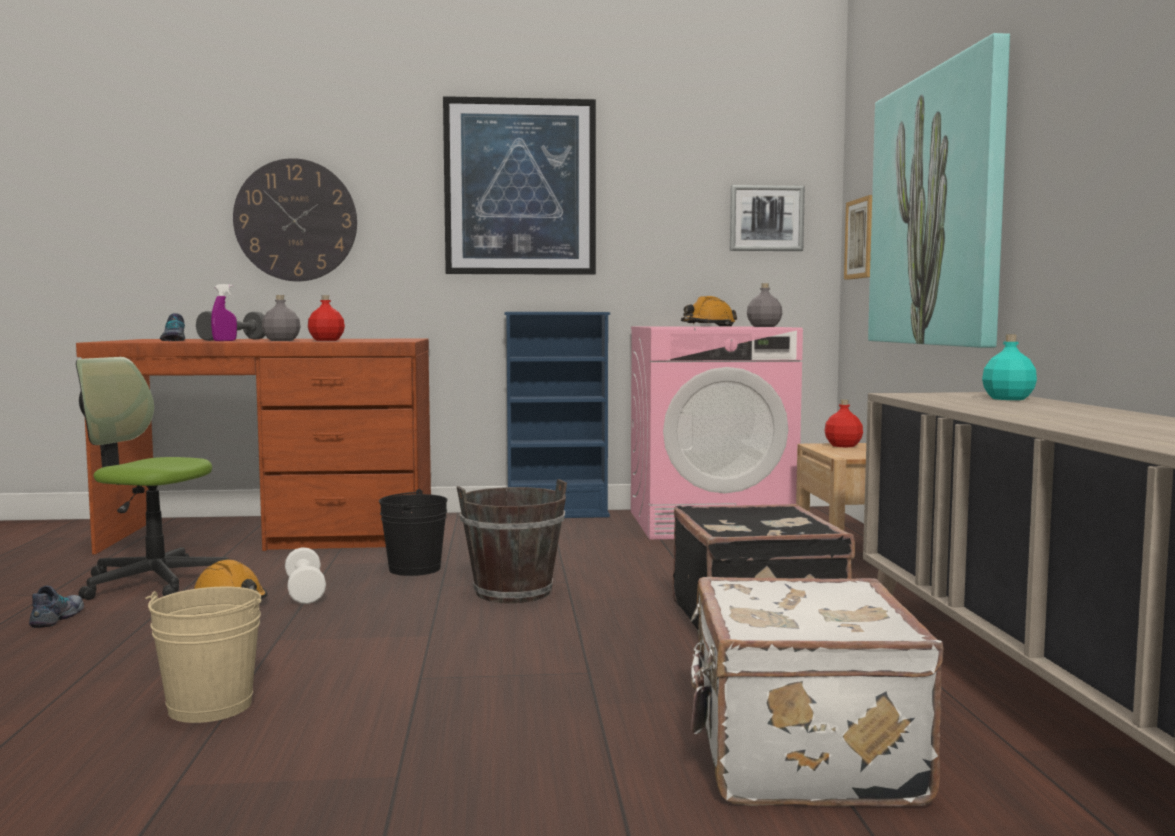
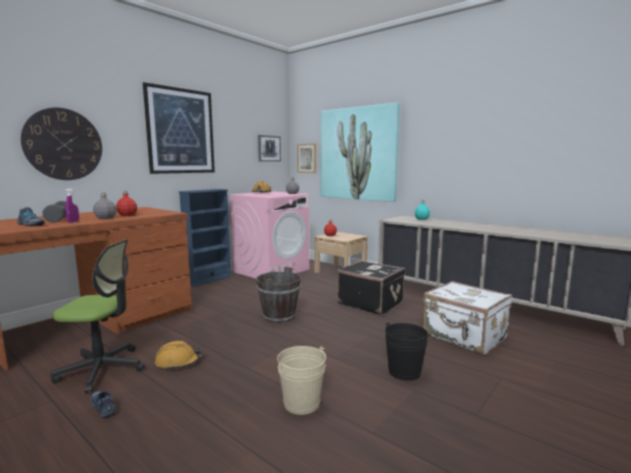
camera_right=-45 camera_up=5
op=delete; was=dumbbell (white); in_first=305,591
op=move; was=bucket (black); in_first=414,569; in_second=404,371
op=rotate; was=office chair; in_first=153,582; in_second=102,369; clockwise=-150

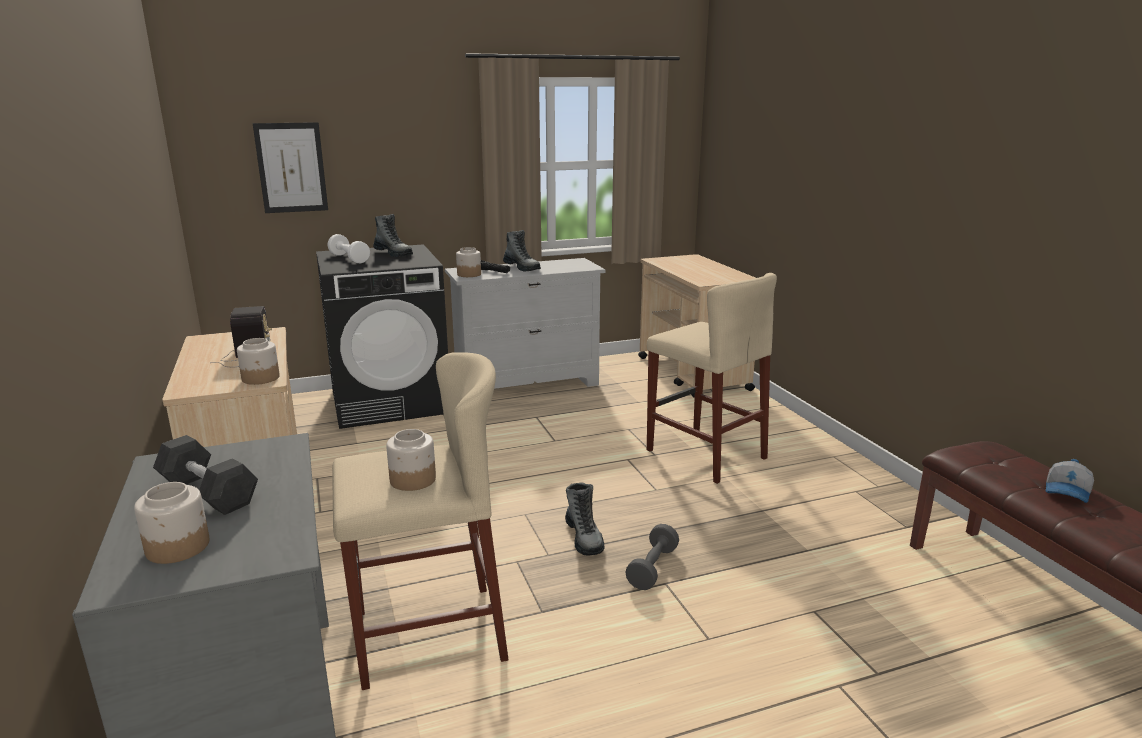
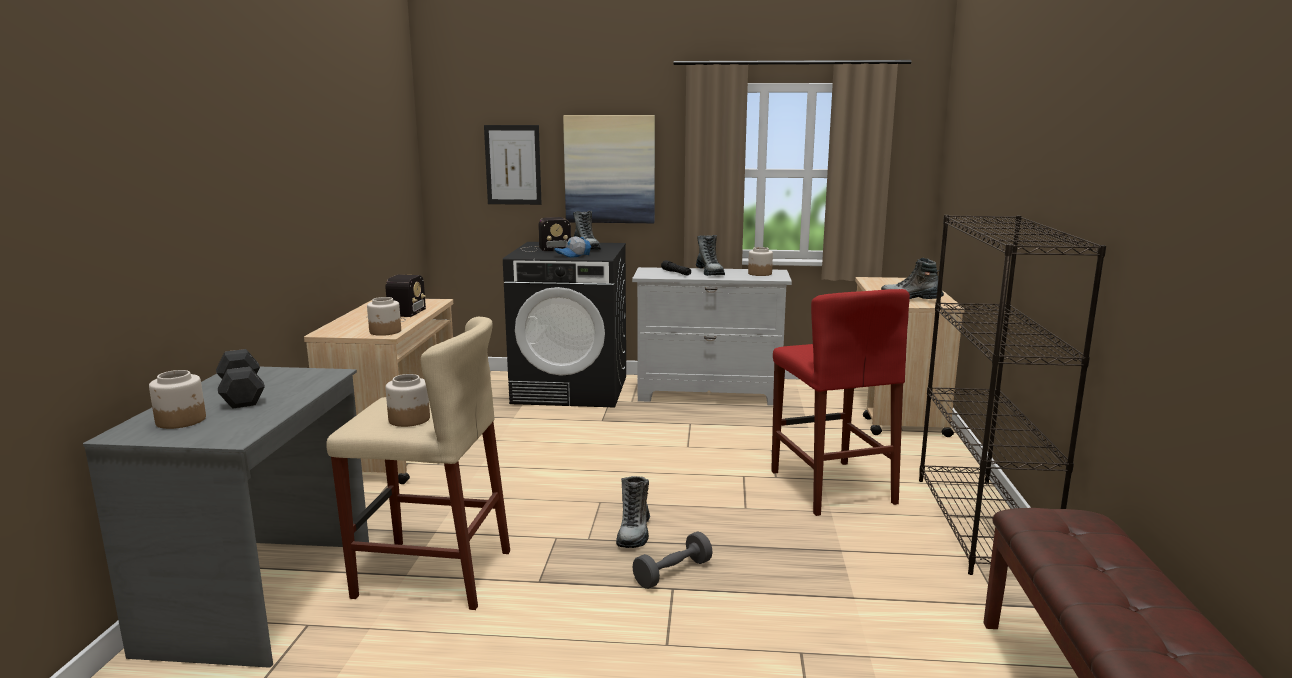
camera_right=25 camera_up=-5
op=insert; now=picture; in_second=610,169
op=insert; now=boot; in_second=910,299
op=insert; now=bookcase (black); in_second=980,524
op=move; was=jar; in_first=469,274; in_second=759,273
op=move; was=cap; in_first=1068,492; in_second=573,255
op=replace; was=dumbbell (white); now=radio; in_first=349,259; in_second=543,249
op=recolor; was=stool (beige); now=stool (red); in_first=705,454; in_second=831,487

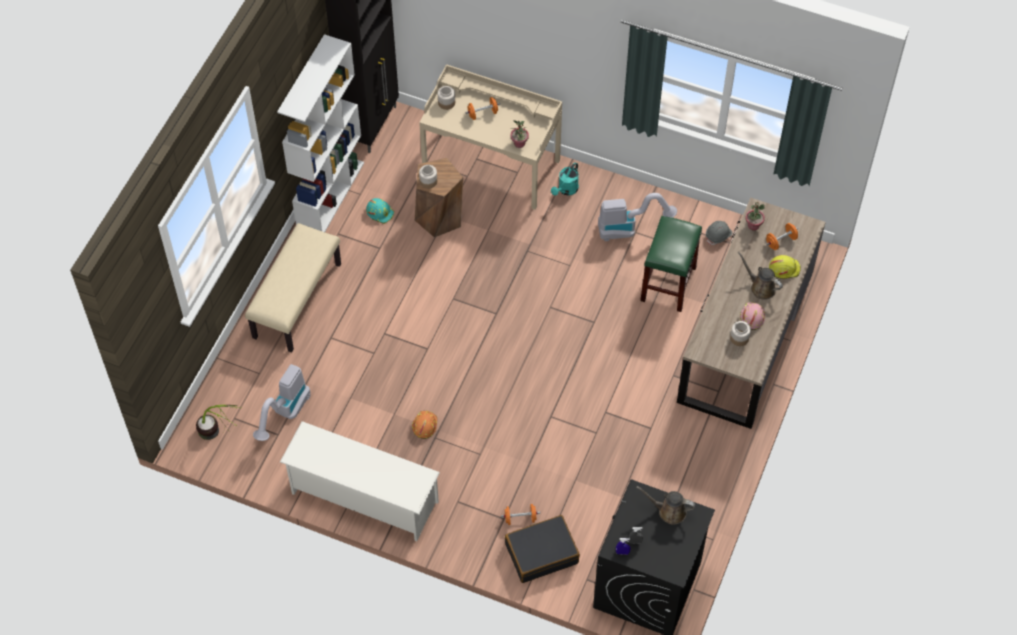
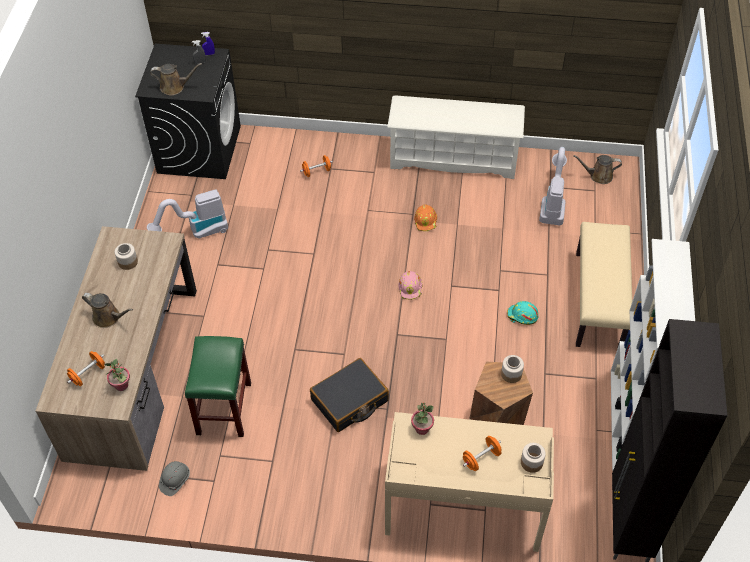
camera_right=165 camera_up=-5
op=delete; was=watering can (turquoise); in_first=566,190
op=delete; was=hard hat (yellow); in_first=784,268
op=move; was=hard hat (turquoise); in_first=380,212; in_second=522,316
op=move; was=suitcase (black); in_first=541,553; in_second=349,401
op=move; was=vacuum cleaner; in_first=629,229; in_second=196,232
op=move; was=hard hat (pink); in_first=752,317; in_second=410,288
op=replace; was=potted plant; now=watering can (brown); in_first=220,435; in_second=598,176

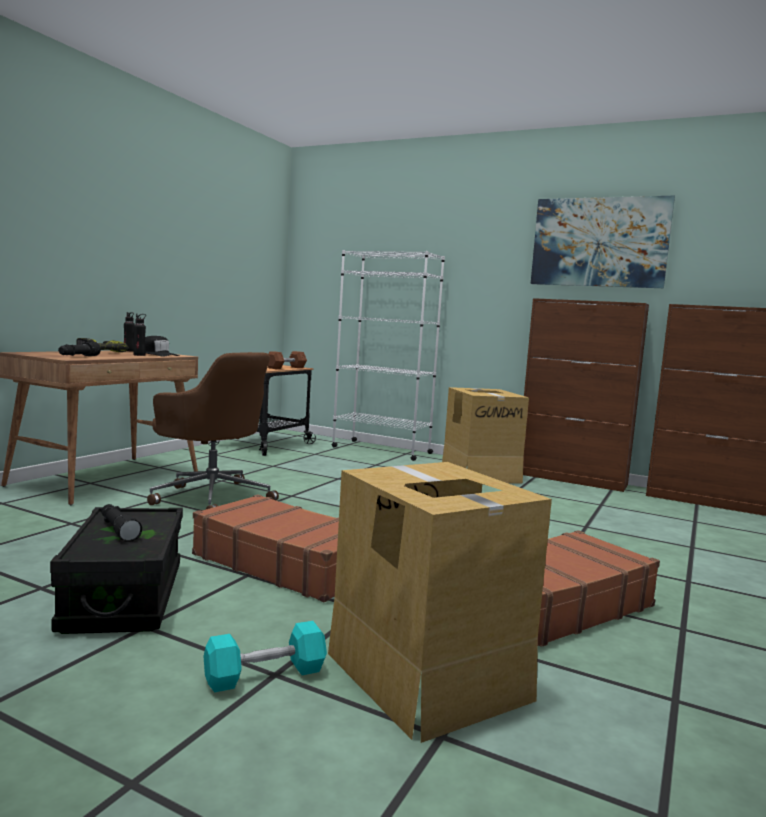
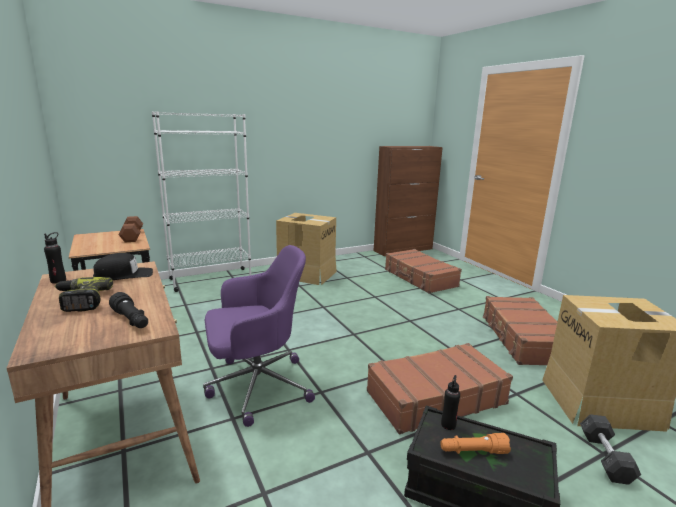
camera_right=-55 camera_up=10
op=delete; was=cabinet (brown); in_first=572,479
op=delete; was=picture; in_first=599,242
op=insert; now=suitcase (brown); in_second=419,278
op=move; was=bottle (black); in_first=139,355; in_second=448,425
op=recolor; was=flashlight (black); now=flashlight (orange); in_first=118,530; in_second=473,451
op=recolor; was=office chair (brown); now=office chair (purple); in_first=211,497; in_second=256,386
op=recolor; was=dumbbell (turquoise); now=dumbbell (grey); in_first=265,675; in_second=605,457

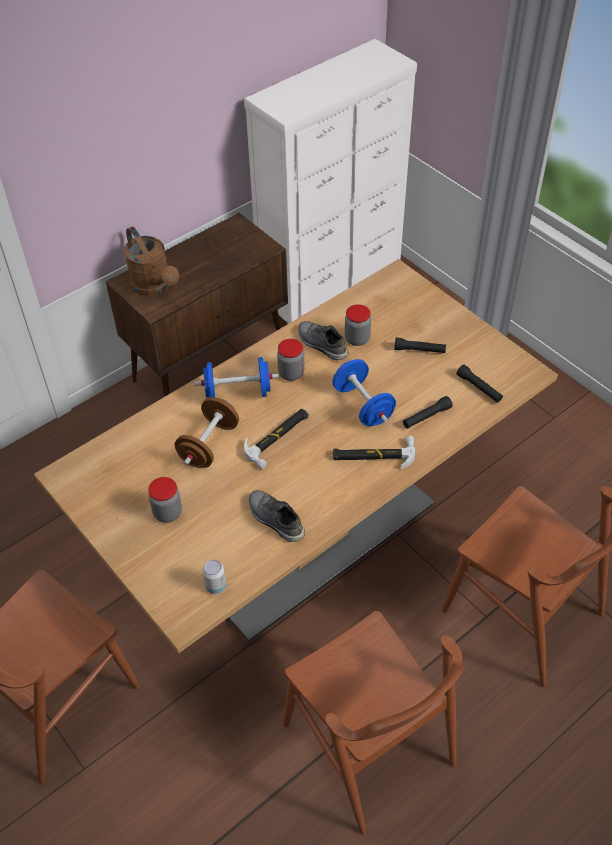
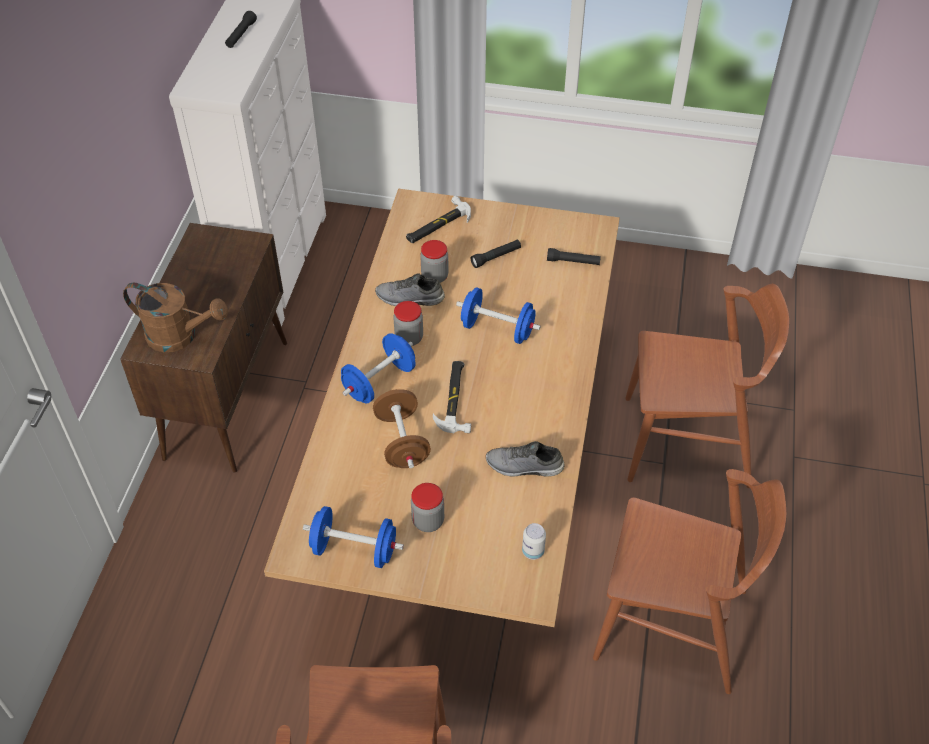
camera_right=-40 camera_up=0
op=insert; now=dumbbell (blue); in_second=354,549
op=move; was=hammer; in_first=373,455; in_second=438,225
op=move; was=flashlight (black); in_first=426,417; in_second=241,35

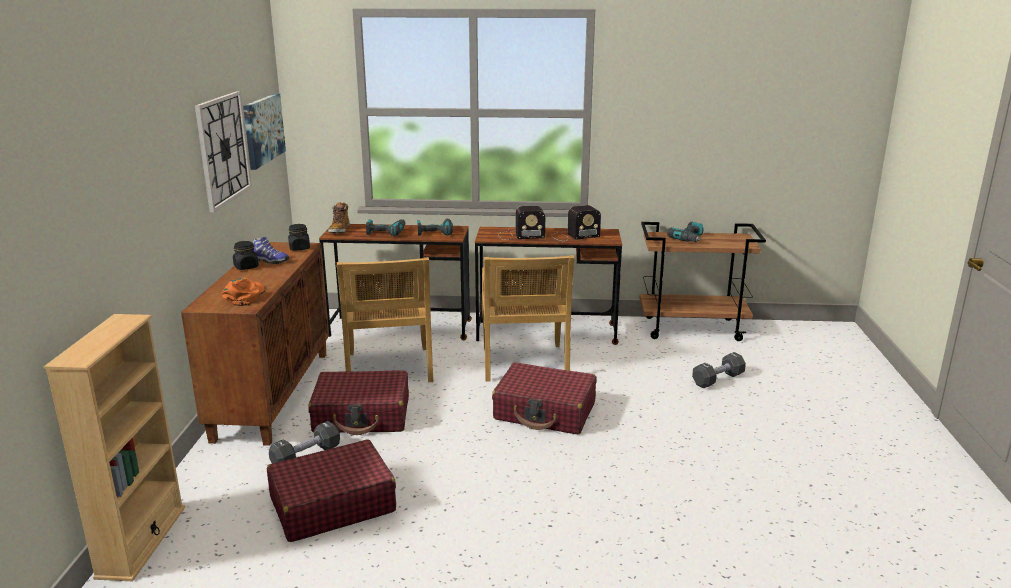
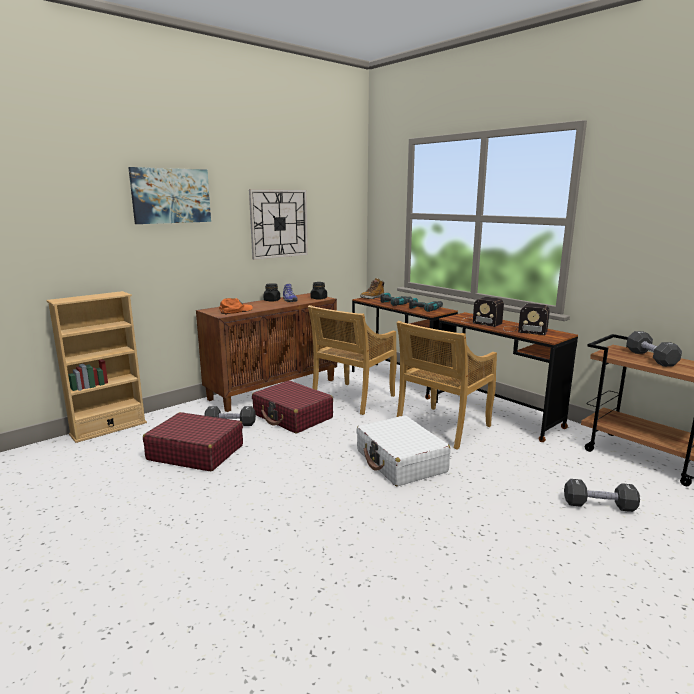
camera_right=45 camera_up=-5
op=move; was=picture; in_first=263,129; in_second=171,196
op=replace; was=power drill; now=dumbbell (black); in_first=689,238; in_second=651,358
op=recolor; was=suitcase (red); now=suitcase (white); in_first=545,411; in_second=401,461

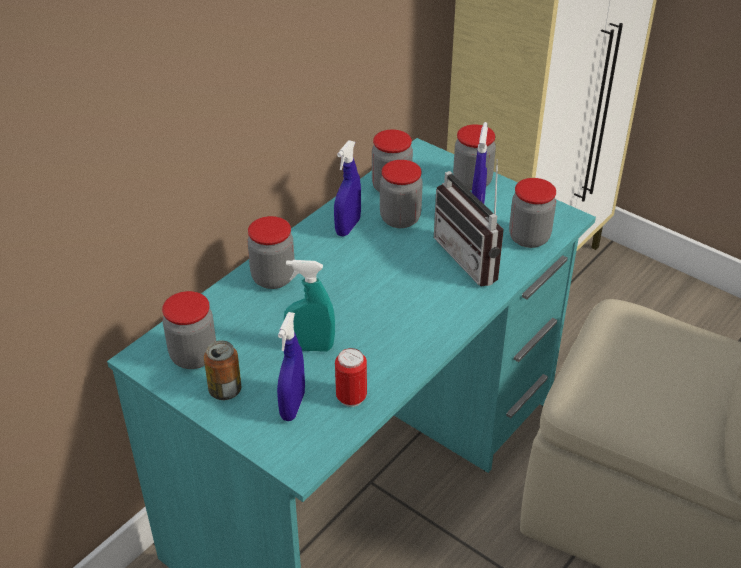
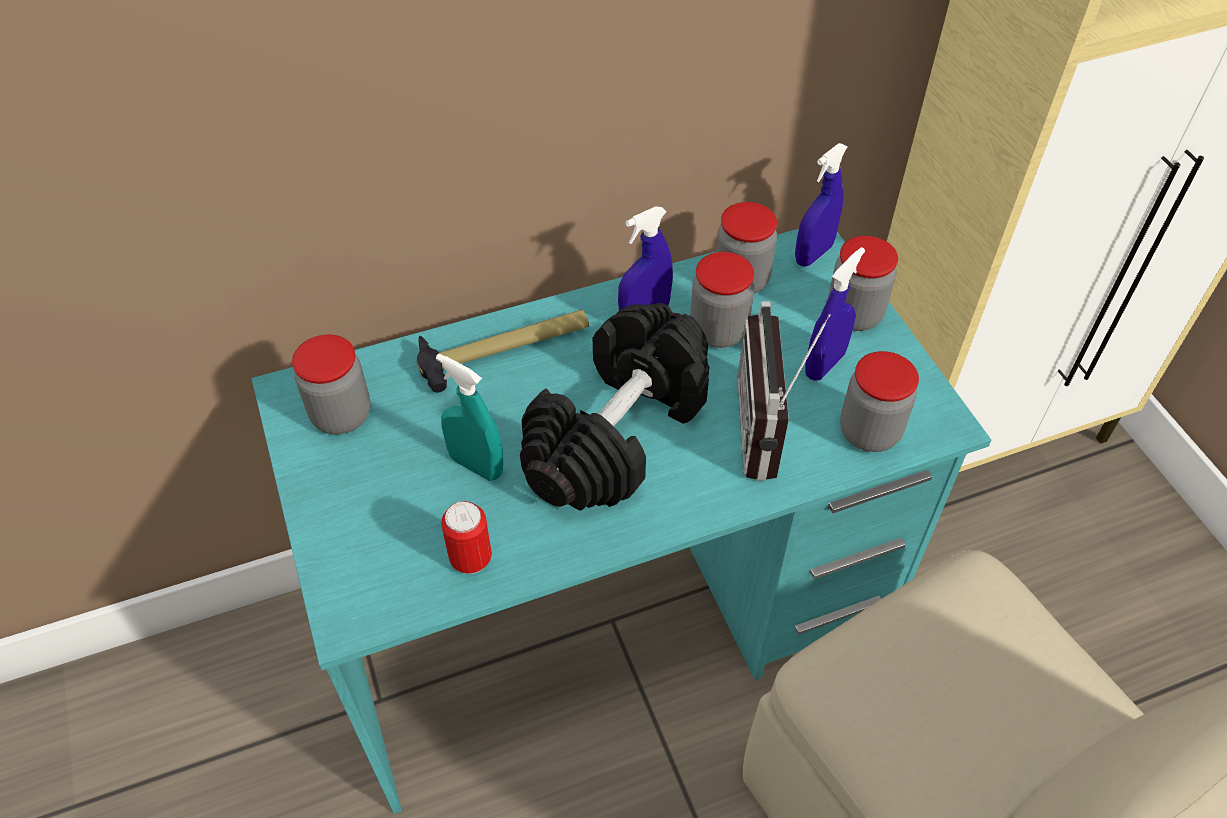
camera_right=30 camera_up=10
op=delete; was=can; in_first=225,390
op=insert; now=dumbbell (black); in_second=618,434
op=move; was=spray bottle (blue); in_first=292,406; in_second=813,254
op=replace; was=jar; now=hammer; in_first=273,278; in_second=504,350

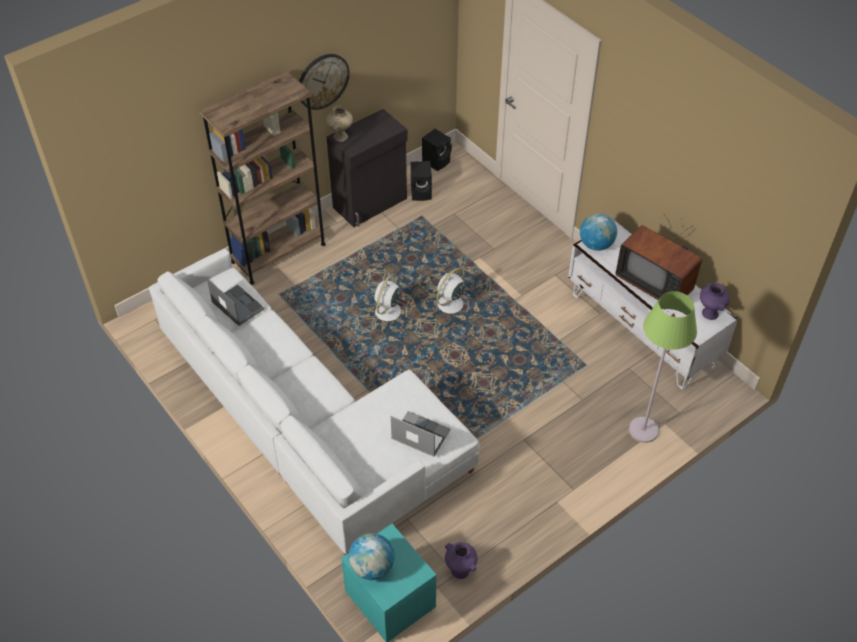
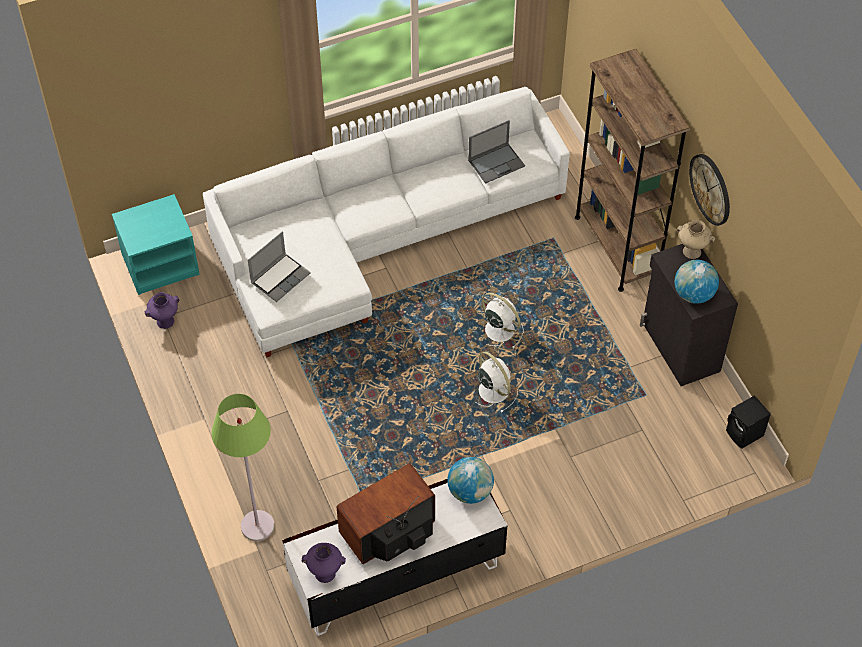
camera_right=105 camera_up=5
op=delete; was=speaker (black); in_first=422,192
op=move; was=globe; in_first=372,567; in_second=693,294

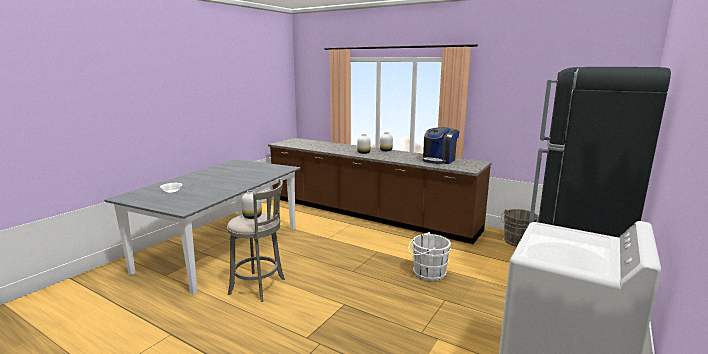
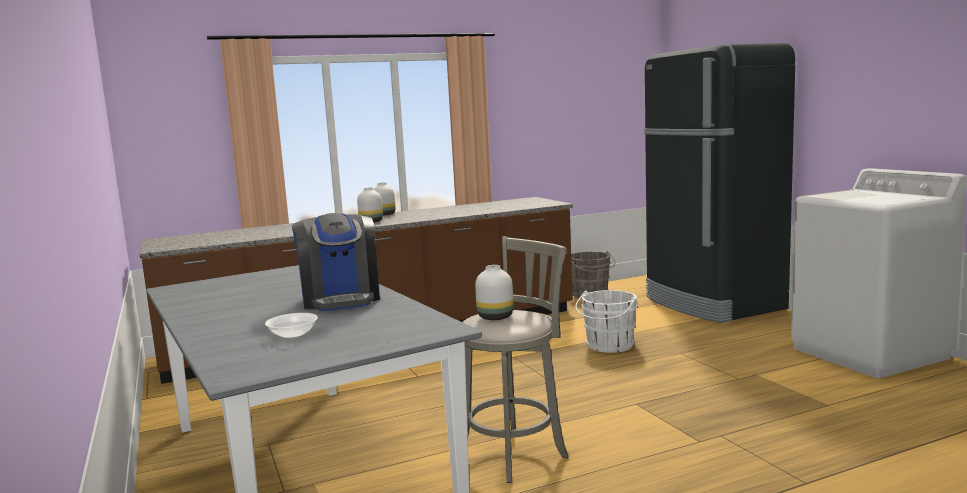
camera_right=-55 camera_up=-5
op=move; was=coffee machine; in_first=439,160; in_second=341,299

